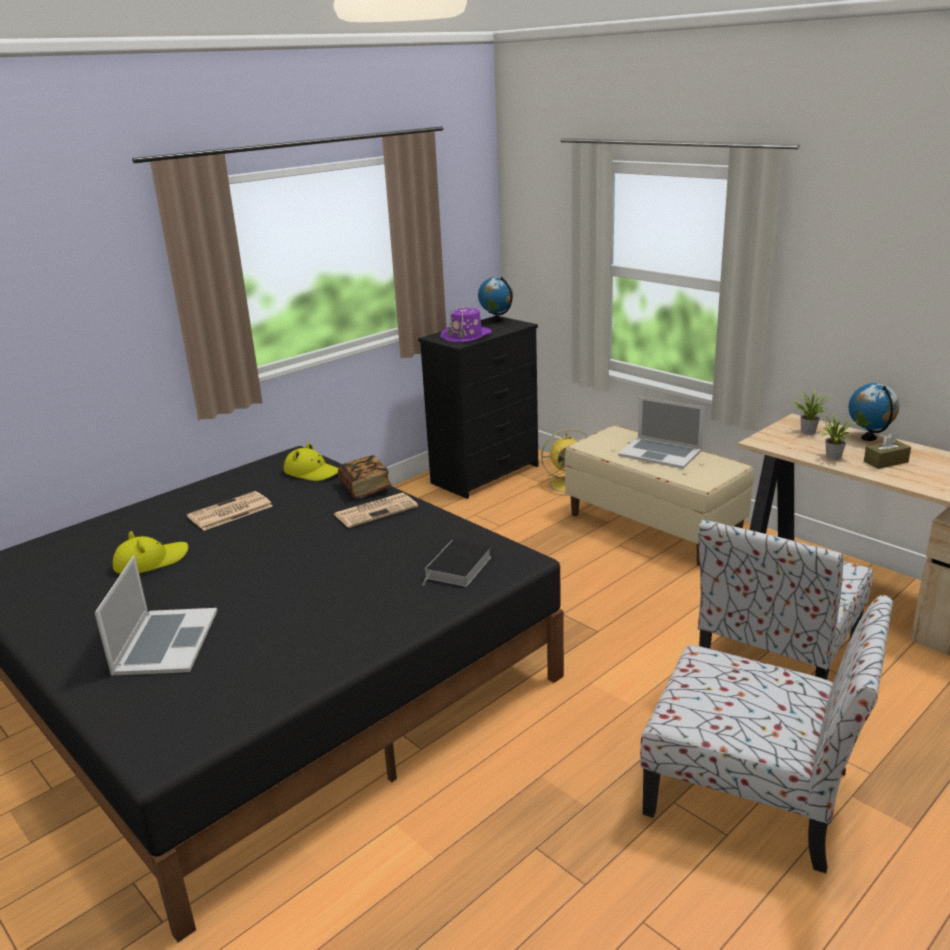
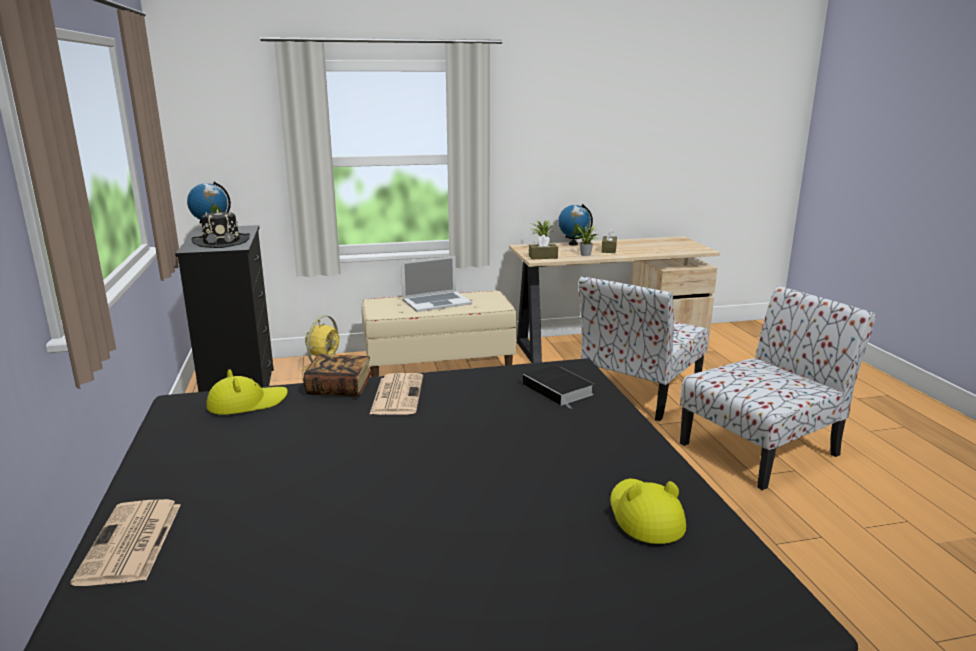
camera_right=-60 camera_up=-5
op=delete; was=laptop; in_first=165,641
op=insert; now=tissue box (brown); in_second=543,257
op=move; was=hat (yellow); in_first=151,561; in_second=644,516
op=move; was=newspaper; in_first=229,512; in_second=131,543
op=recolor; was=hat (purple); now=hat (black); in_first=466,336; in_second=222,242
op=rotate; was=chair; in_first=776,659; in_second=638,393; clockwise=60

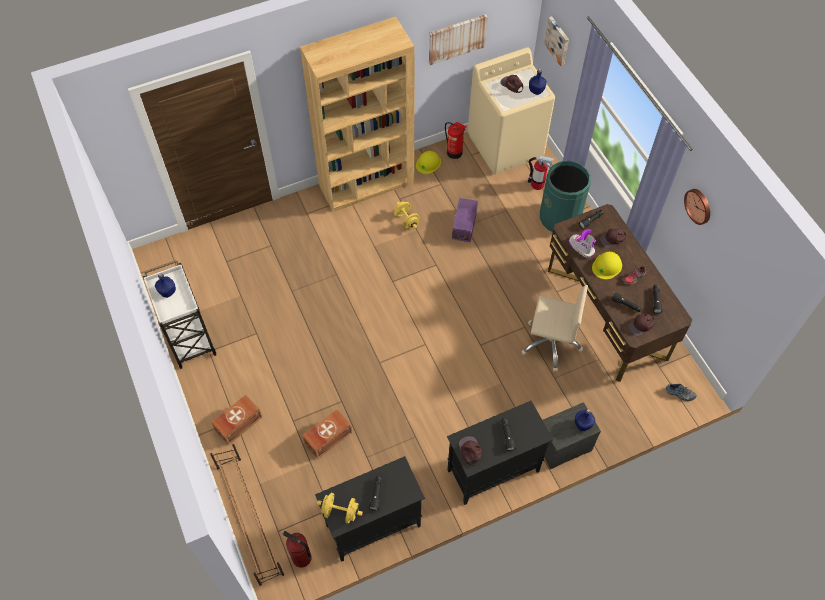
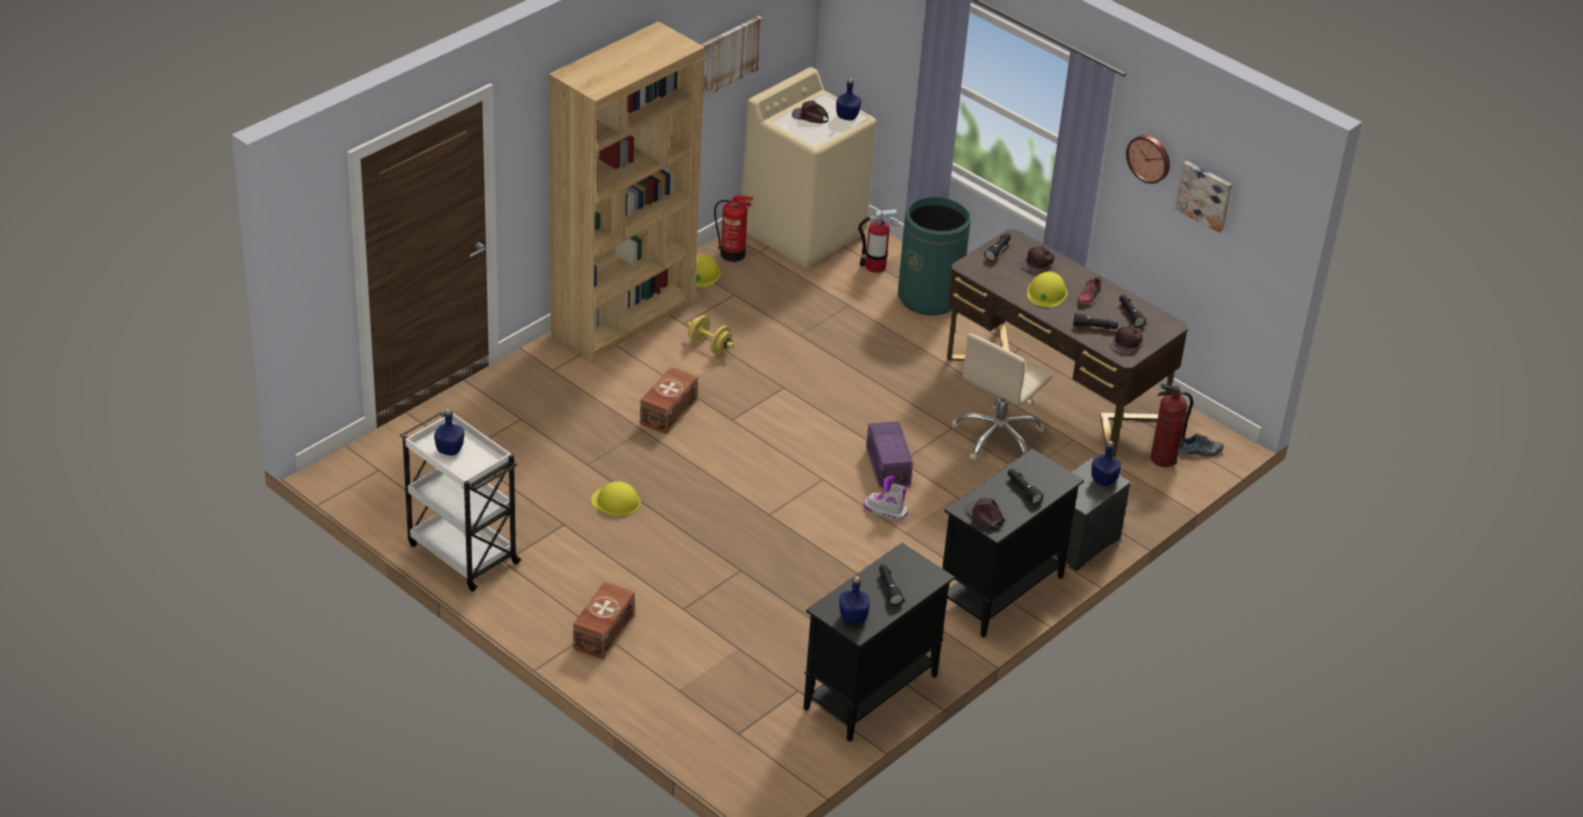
camera_right=-25 camera_up=-20
op=delete; was=shoe rack (brown); in_first=249,519
op=insert; now=hard hat (yellow); in_second=616,501
op=move; was=fire extinguisher; in_first=301,558; in_second=1163,459
op=move; was=storage box (brown); in_first=327,438; in_second=667,412
op=move; was=storage box (purple); in_first=465,225; in_second=888,465
op=move; was=picture; in_first=558,40; in_second=1205,195
op=move; was=boot; in_first=581,248; in_second=885,511
op=replace; was=dumbbell (yellow); now=bottle (blue); in_first=340,512; in_second=852,617
op=rotate; was=office chair (beige); in_first=551,343; in_second=998,437; clockwise=135

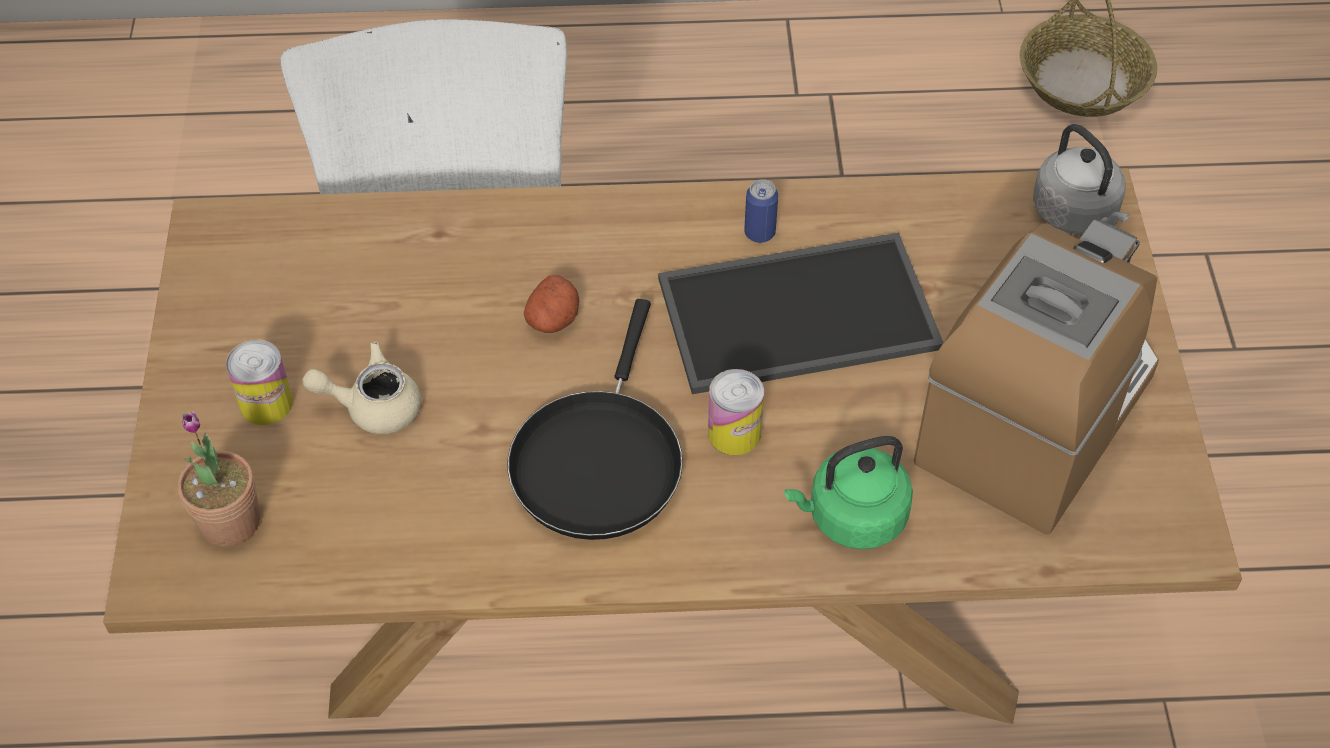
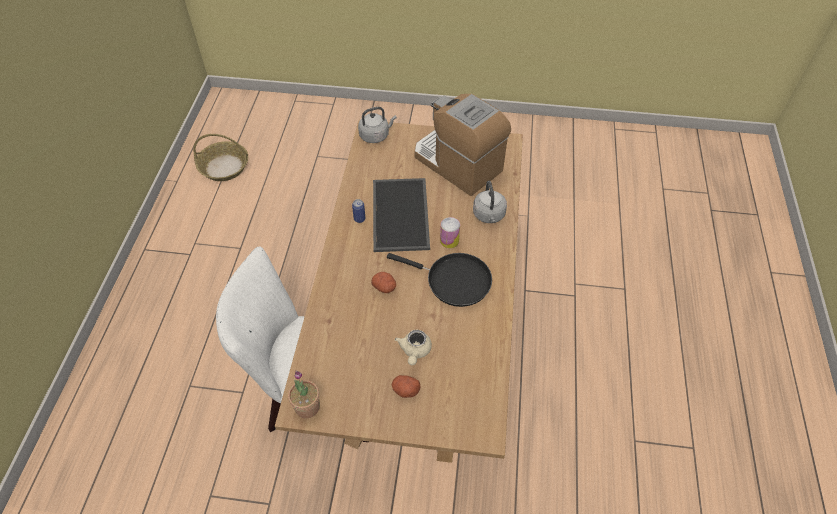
camera_right=-80 camera_up=0
op=move; was=potted plant; in_first=229,521; in_second=307,407
op=replace; was=can; now=potato; in_first=266,403; in_second=405,390
op=recolor; was=kettle (green); now=kettle (grey); in_first=851,517; in_second=489,215

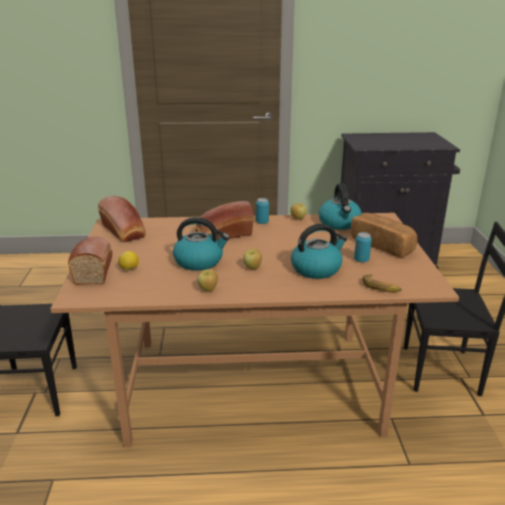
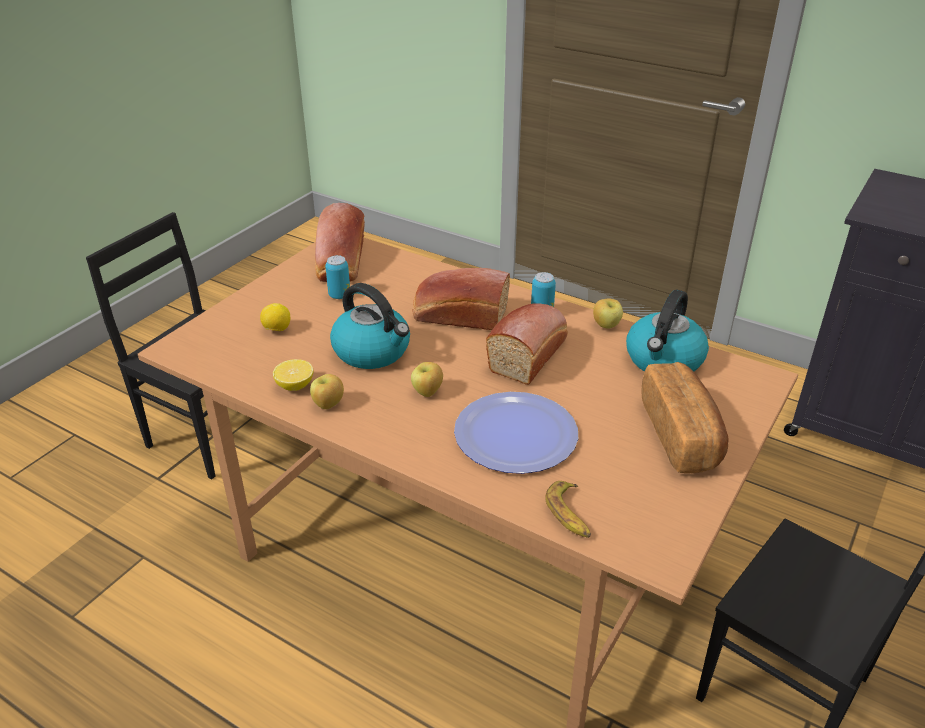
camera_right=35 camera_up=10
op=insert; now=lemon; in_second=295,386
op=move; was=bread; in_first=94,270; in_second=529,354
op=move; was=can; in_first=361,260; in_second=339,295
op=replace; was=kettle; now=plate; in_first=316,269; in_second=515,434

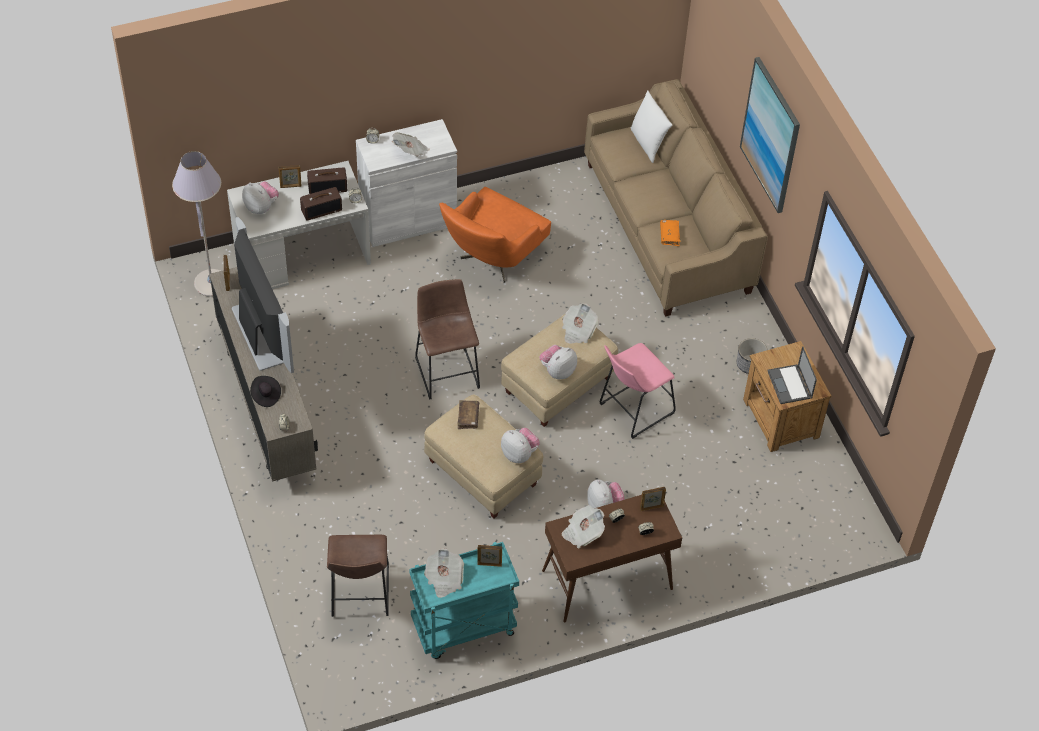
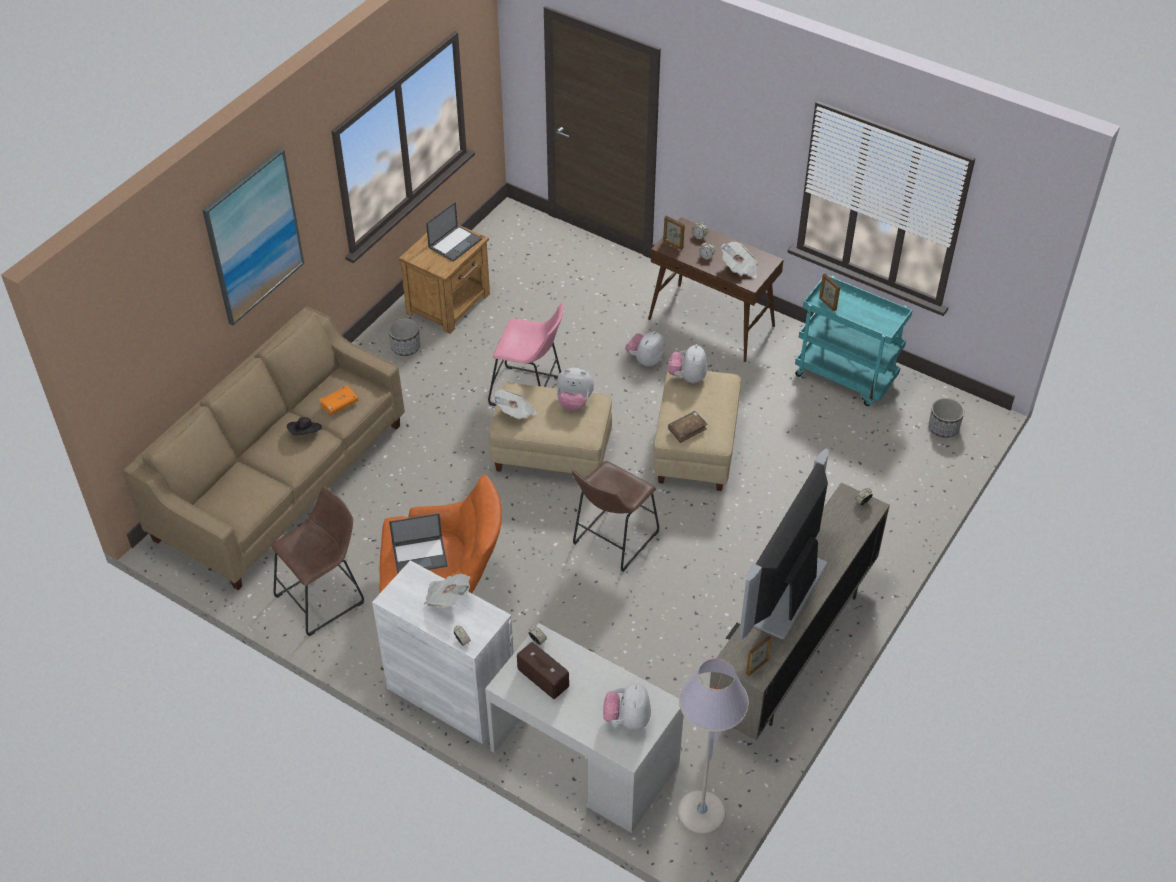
camera_right=-125 camera_up=-5
op=delete; was=picture frame; in_first=291,186
op=delete; was=radio; in_first=321,210
op=delete; was=newspaper; in_first=444,579
op=delete; was=pillow (white); in_first=648,143
op=insert; now=laptop; in_second=420,555
op=insert; now=planter; in_second=943,428
op=move; was=hat (black); in_first=265,395; in_second=305,433
op=move; was=stool (brown); in_first=359,595; in_second=324,597

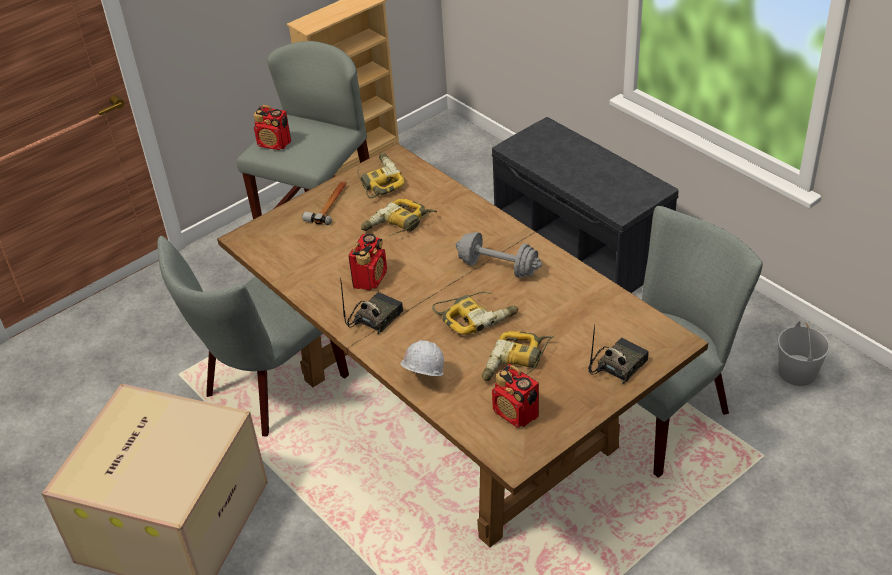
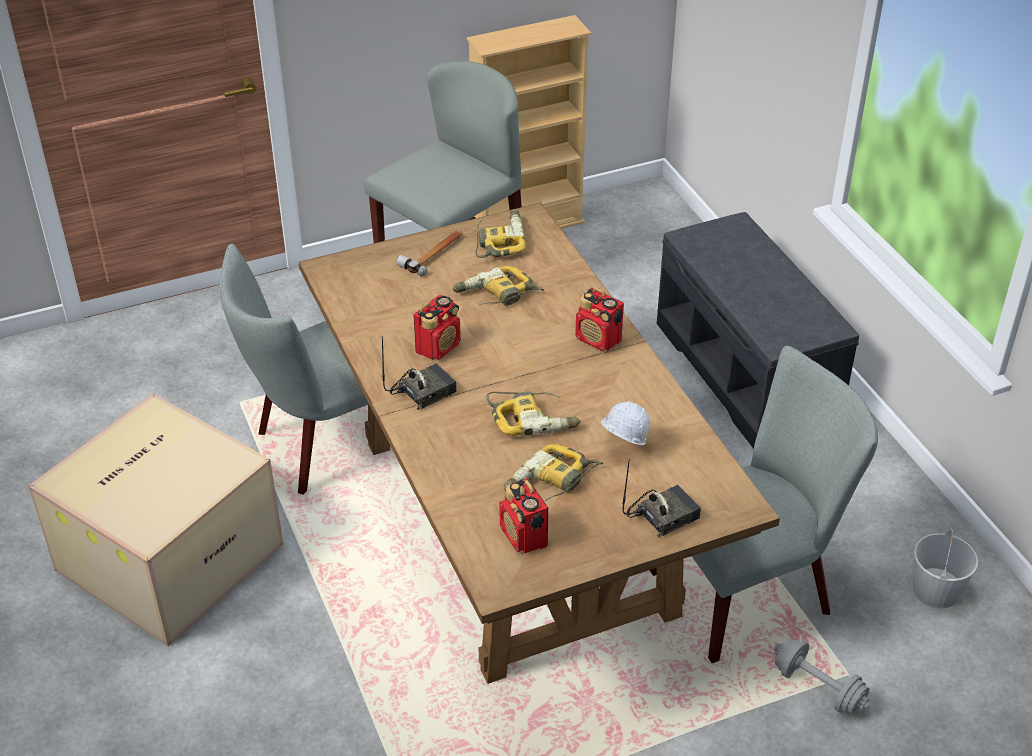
camera_right=15 camera_up=0
op=move; was=radio; in_first=274,144; in_second=598,340
op=move; was=hard hat (white); in_first=422,381; in_second=622,448
op=move; was=dumbbell (grey); in_first=498,267; in_second=818,688

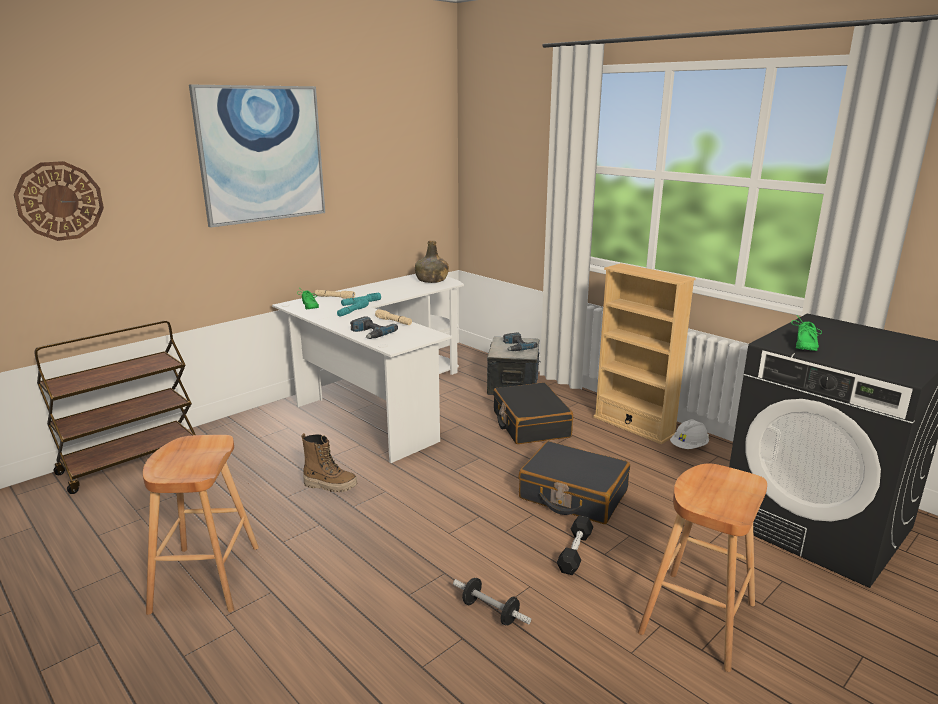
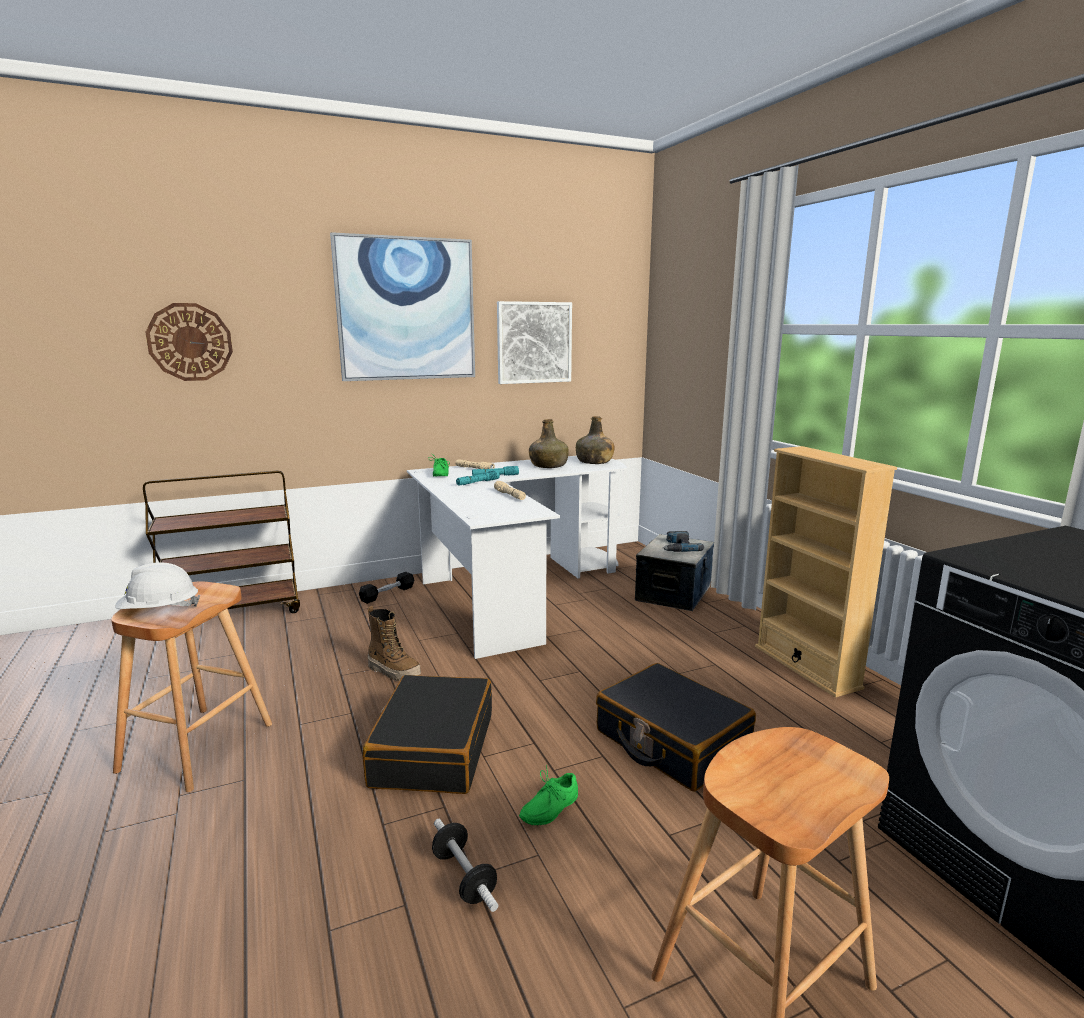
camera_right=20 camera_up=-5
op=delete; was=power drill; in_first=370,333
op=insert; now=picture; in_second=534,342
op=insert; now=bottle (green); in_second=548,466
op=move; was=suitcase (black); in_first=530,424; in_second=432,749
op=move; was=dumbbell (black); in_first=575,552; in_second=387,594
op=move; was=hard hat (white); in_first=689,447; in_second=159,611
op=move; was=shoe (green); in_first=803,345; in_second=547,808

